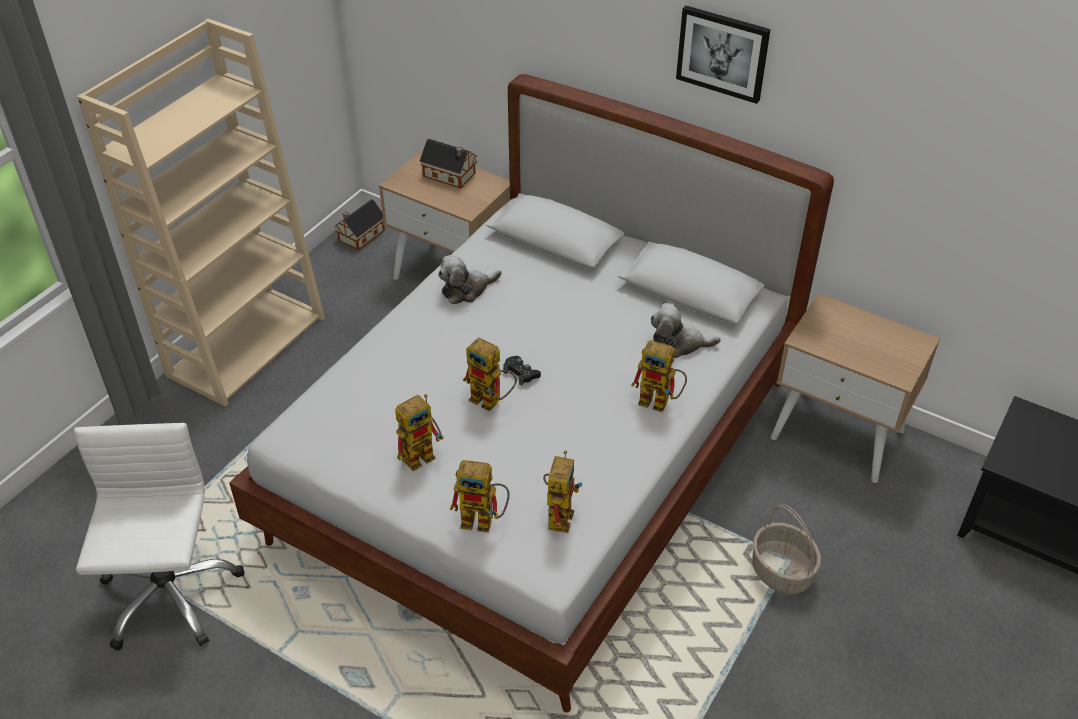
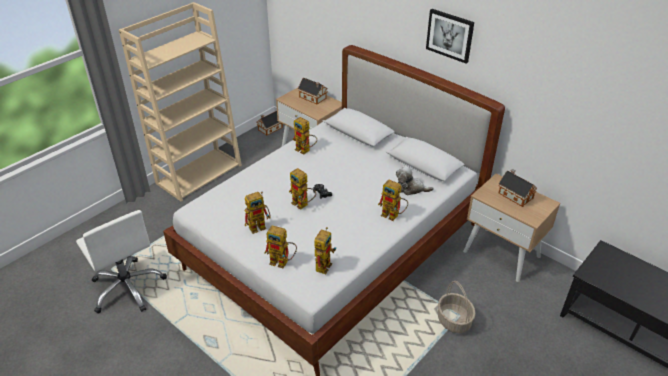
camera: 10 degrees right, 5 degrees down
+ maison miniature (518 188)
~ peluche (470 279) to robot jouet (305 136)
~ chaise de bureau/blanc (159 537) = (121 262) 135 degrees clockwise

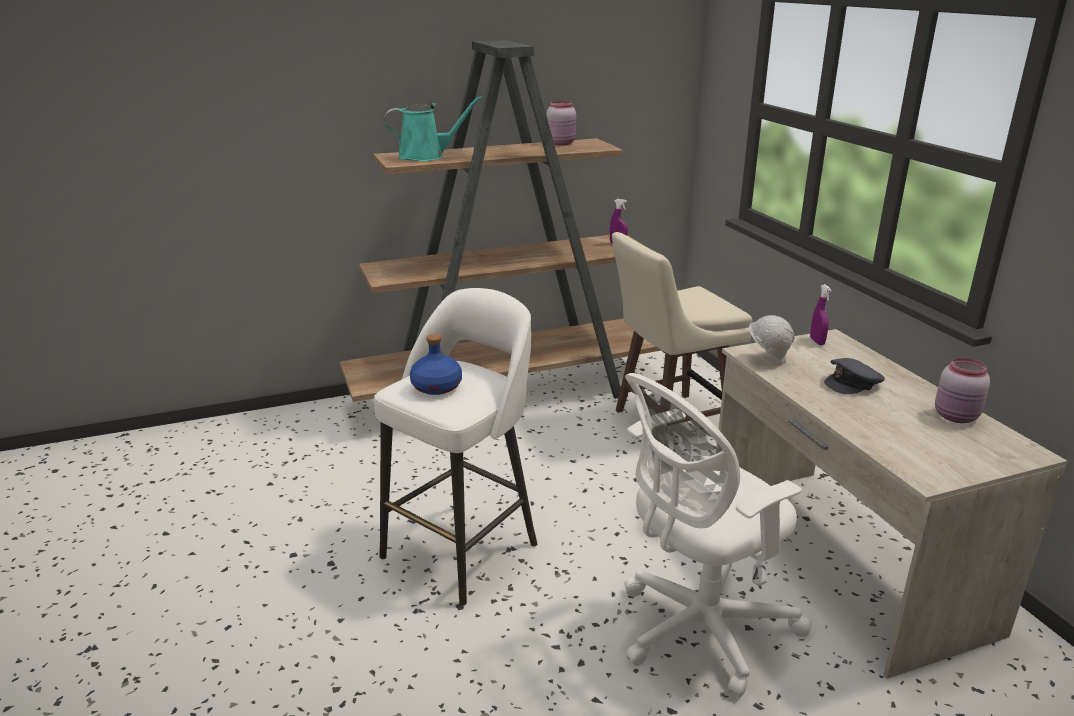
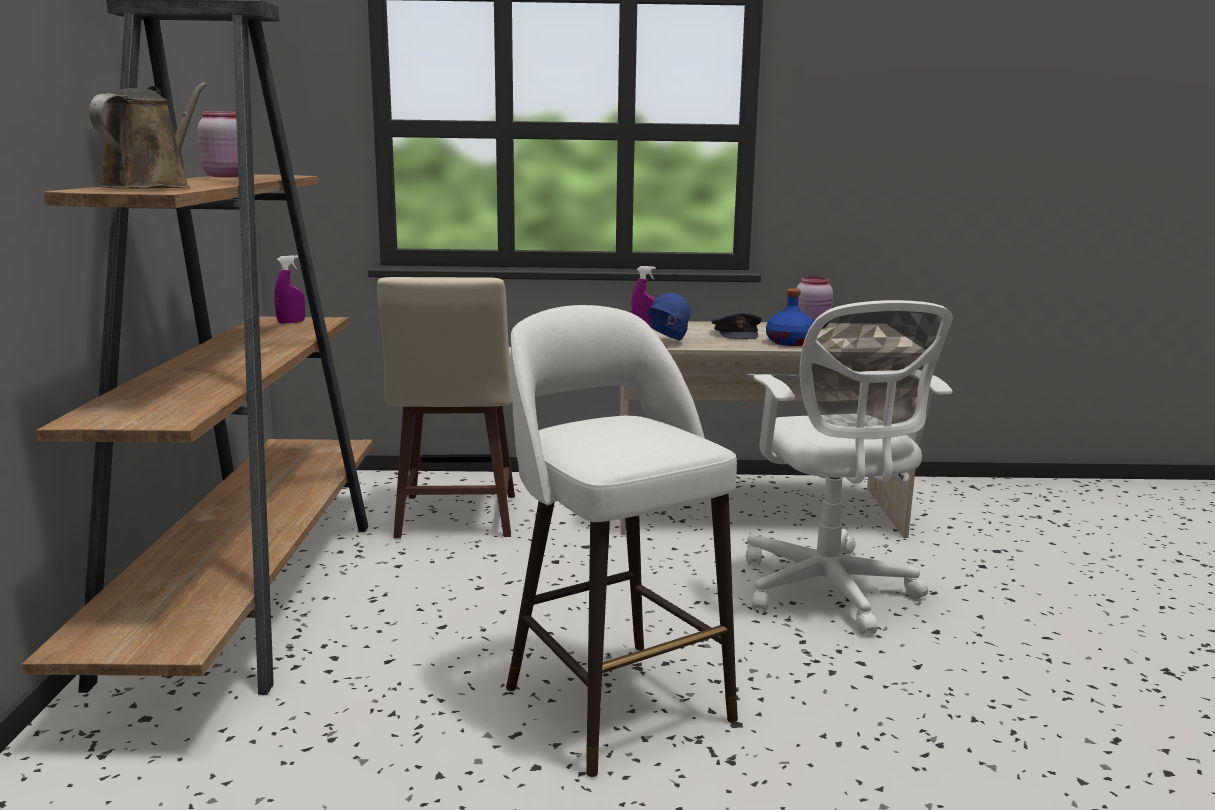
camera: 70 degrees left, 10 degrees down
~ bouteille/bleu (436 364) to (790 317)
~ arrosoir/turquoise (433 128) to arrosoir/marron (148 135)
~ casque de chantier/blanc (772 339) to casque de chantier/bleu (669 317)

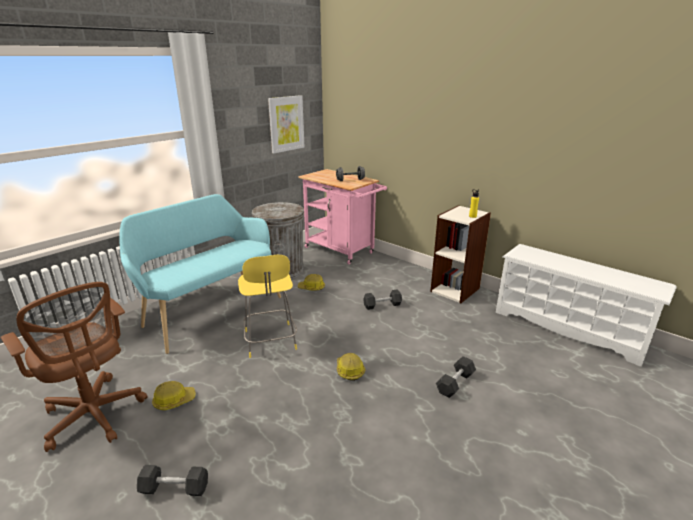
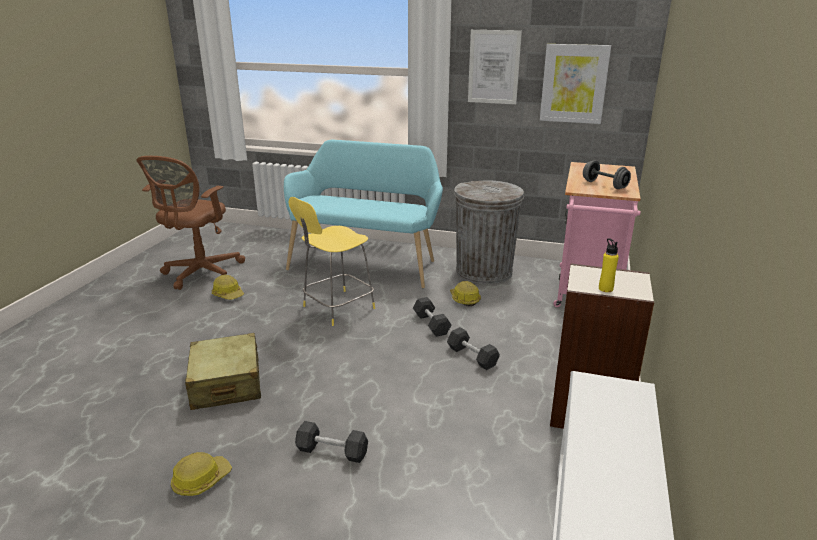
camera: 65 degrees right, 0 degrees up
+ valise/beige (223 371)
+ tableau (495 67)
~ haltère/noir (172 480) to (432 317)
~ casque de chantier (351 367) to (201 474)

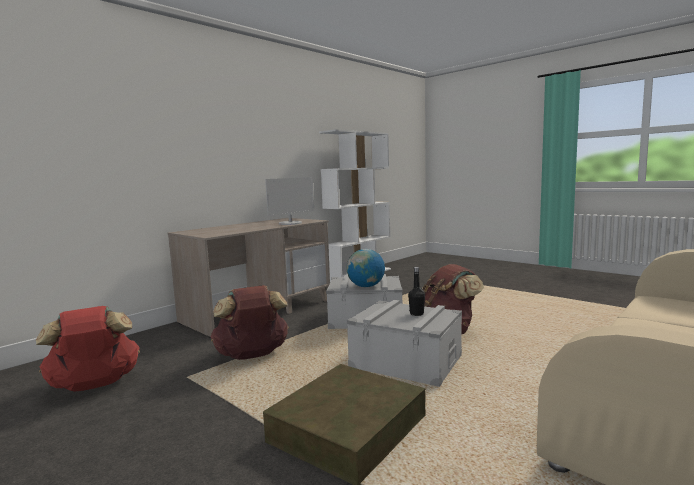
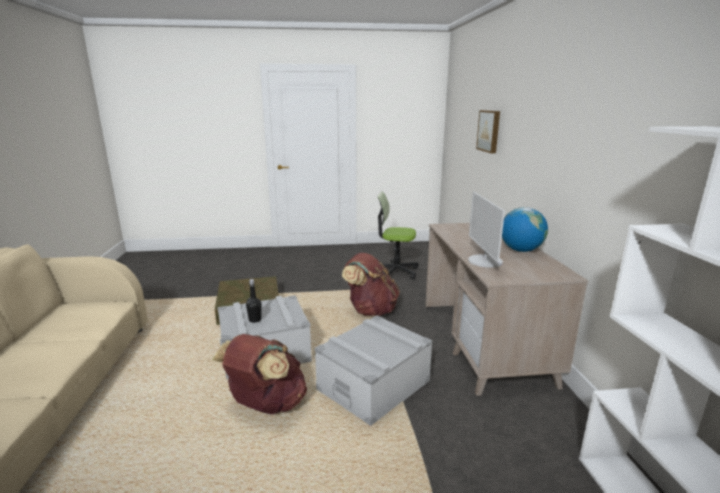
camera: 130 degrees right, 10 degrees up
+ tableau (488 131)
~ globe (366 268) to (525 229)
~ sac à dos/rouge (88 349) to chaise de bureau (397 235)

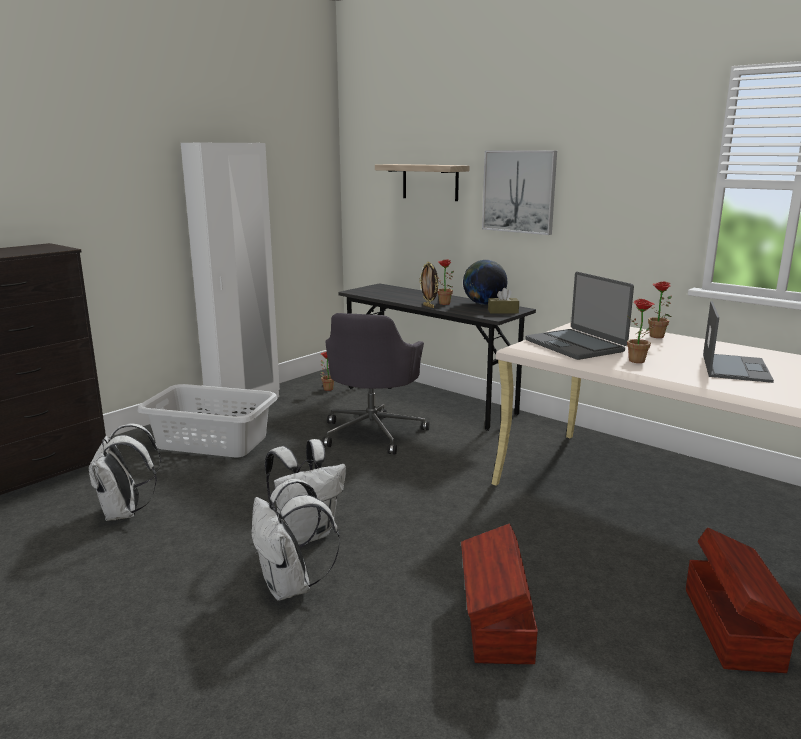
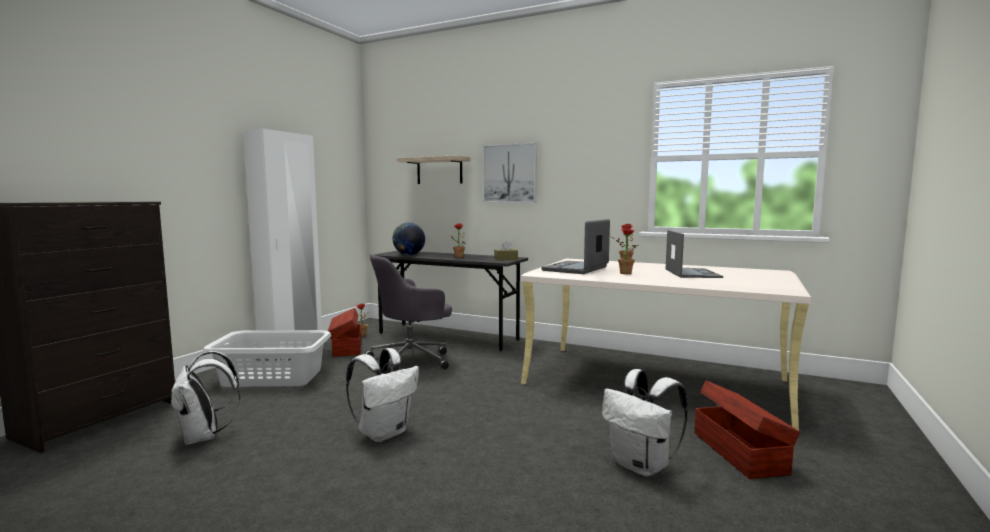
camera: 15 degrees left, 10 degrees down
- cadre photo (428 285)
~ sac à dos/blanc (295 540) to (645 423)
~ boîte de rangement/marron (499 594) to (344 332)
~ globe (485 282) to (408 239)
~ chaise de bureau/gris (376 384) = (408 314) 60 degrees clockwise
~ ordinateur portable (579 316) = (576 246) 75 degrees clockwise

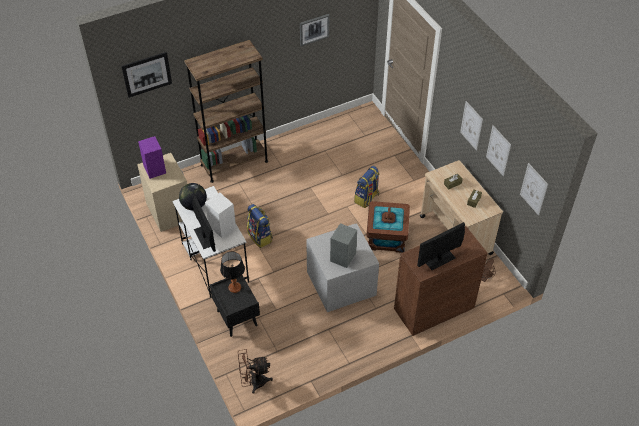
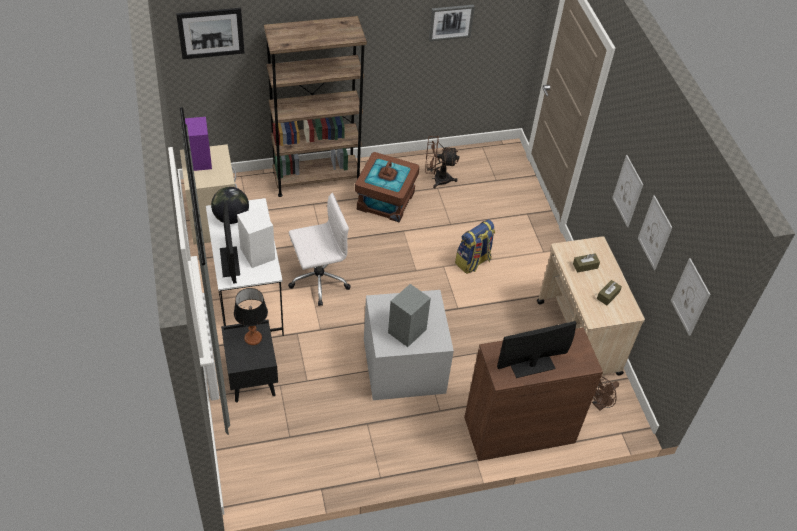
camera: 10 degrees right, 0 degrees up
~ ventilateur/marron (255 371) to (442 162)
~ boîte de rangement/marron (388 227) to (387 187)
~ sac à dos (260 226) to chaise de bureau/blanc (319 249)

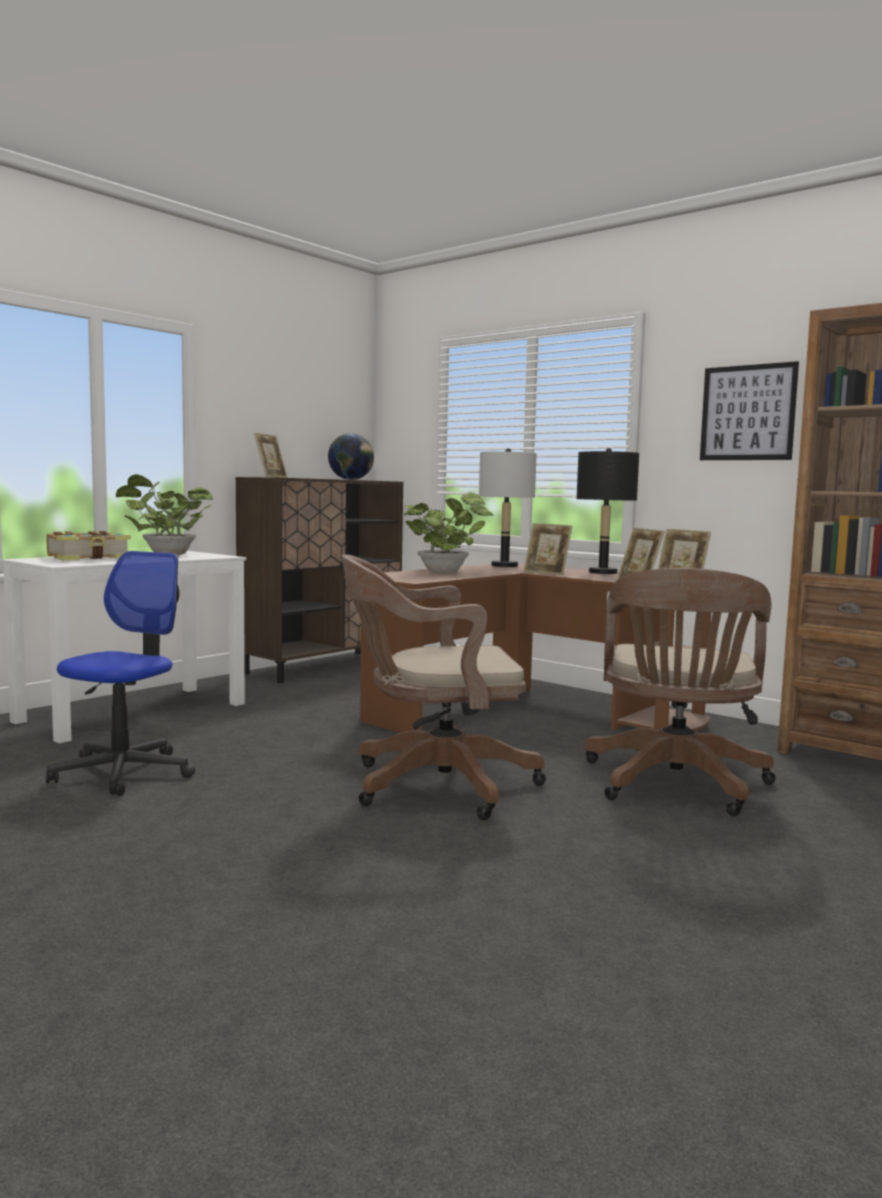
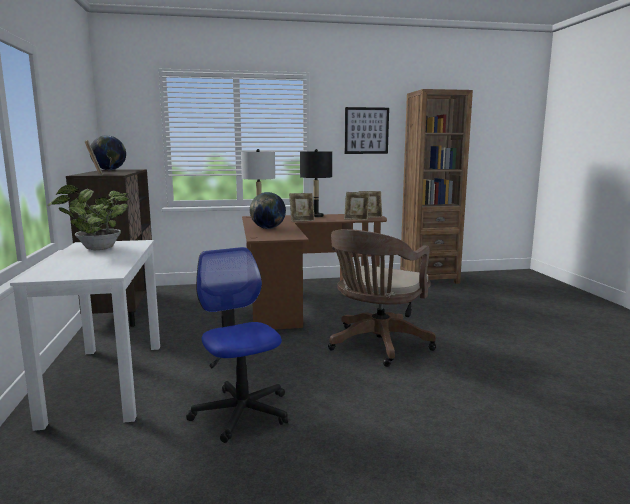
camera: 50 degrees left, 5 degrees up
- livre (89 545)
- chaise de bureau/marron (680 692)
~ plante en pot (449 532) to globe (268 210)

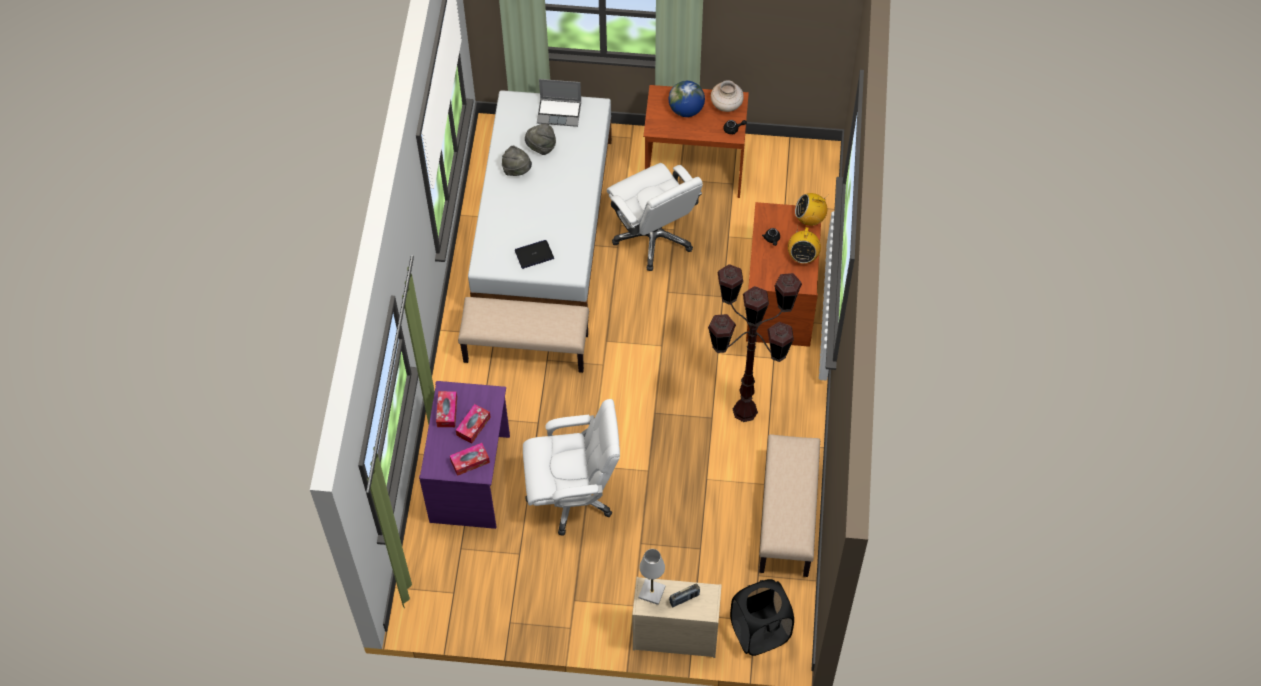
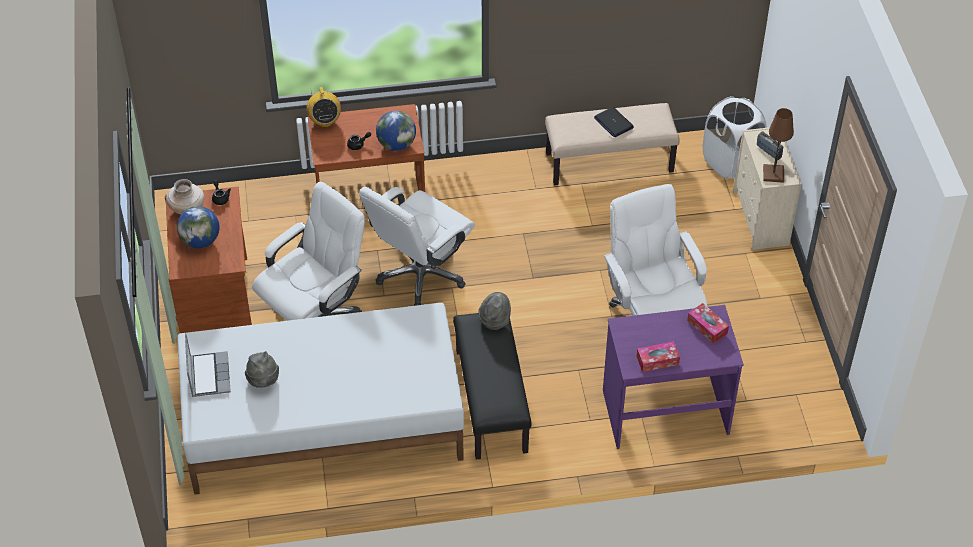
camera: 105 degrees left, 10 degrees down
- boîte à mouchoirs (473 424)
- lampadaire/marron (755 343)
- radio (804 245)
+ chaise de bureau/blanc (417 246)
+ globe (396 131)
~ chapeau/gris (517 161) to (494 311)
~ ordinateur portable (534 254) to (614 122)
~ banc/beige (523 335) to banc/noir (492 386)
~ lampe de table/blanc (652 577) to lampe de table/marron (778 145)
~ panier à linge/noir (762 617) to panier à linge/blanc (735 138)

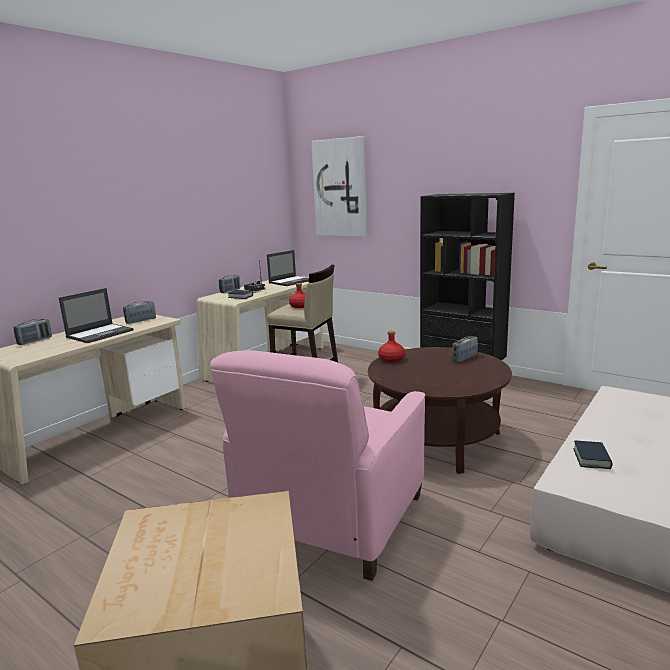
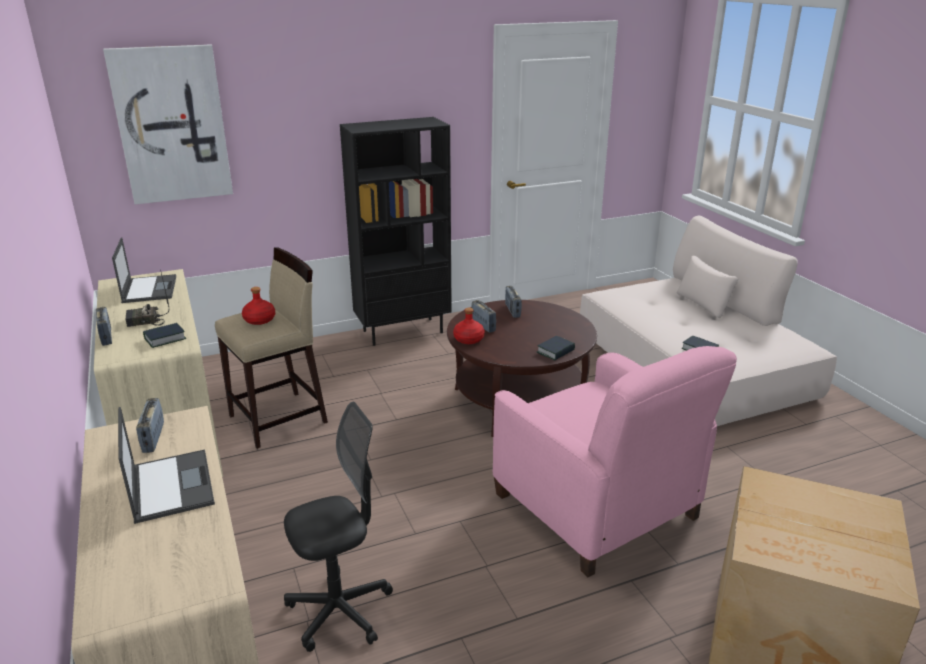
camera: 60 degrees left, 10 degrees up
+ chaise de bureau/noir (338 527)
+ livre (556 348)
~ radio (32 332) to (483 316)

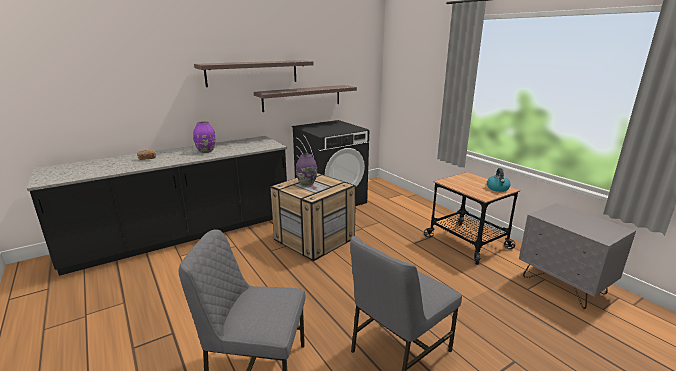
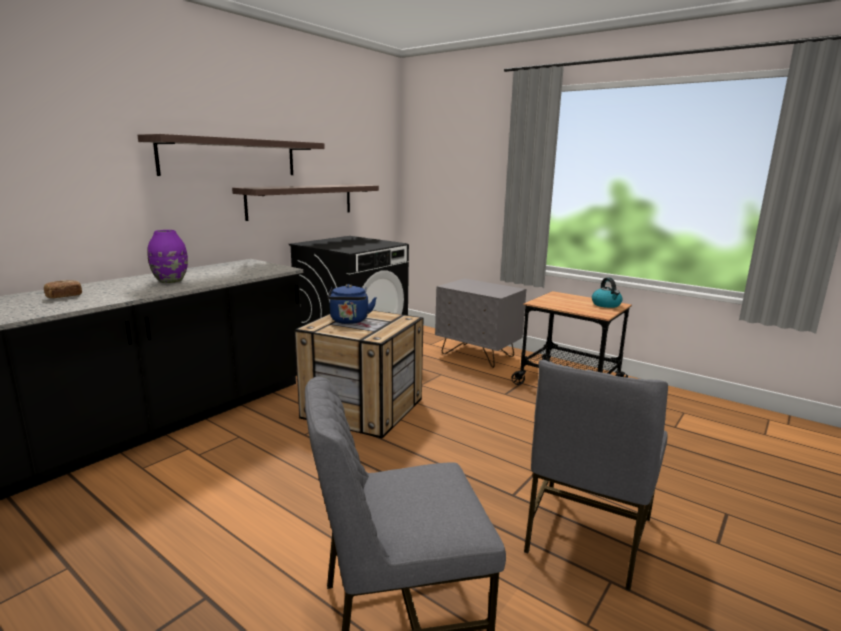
camera: 20 degrees left, 5 degrees down
~ table de chevet/gris (577 256) to (480 323)
~ vase/violet (306 170) to bouilloire/bleu (352 304)

